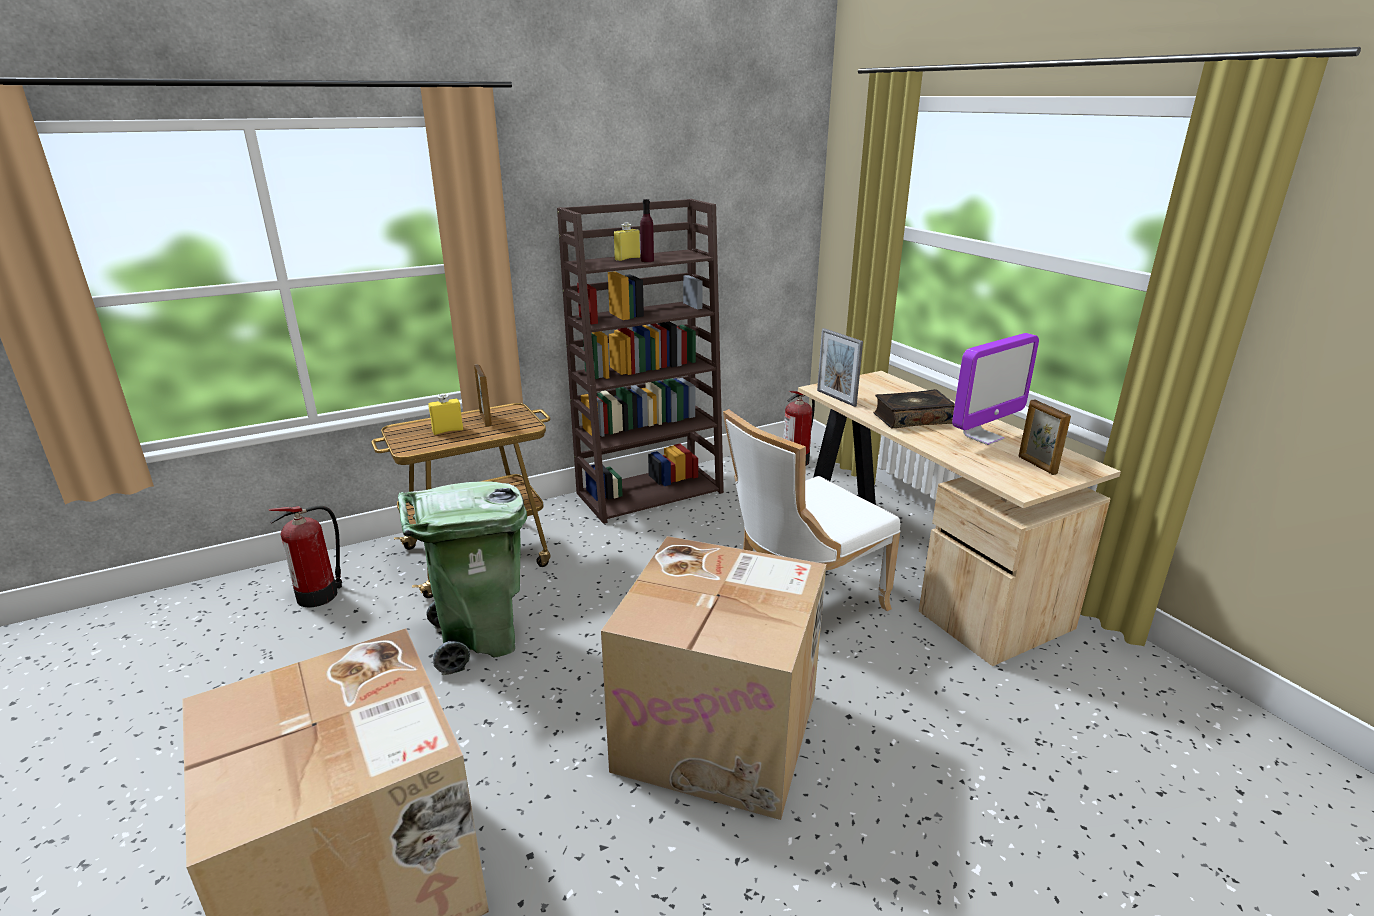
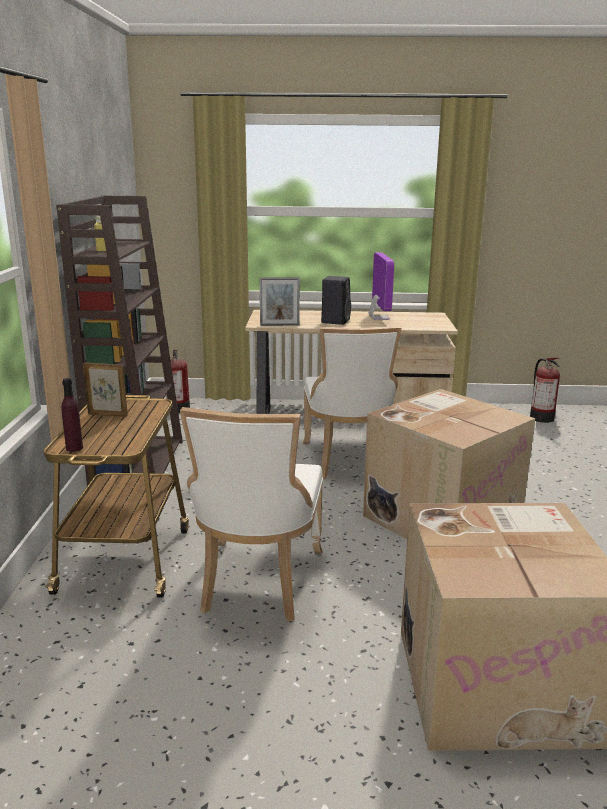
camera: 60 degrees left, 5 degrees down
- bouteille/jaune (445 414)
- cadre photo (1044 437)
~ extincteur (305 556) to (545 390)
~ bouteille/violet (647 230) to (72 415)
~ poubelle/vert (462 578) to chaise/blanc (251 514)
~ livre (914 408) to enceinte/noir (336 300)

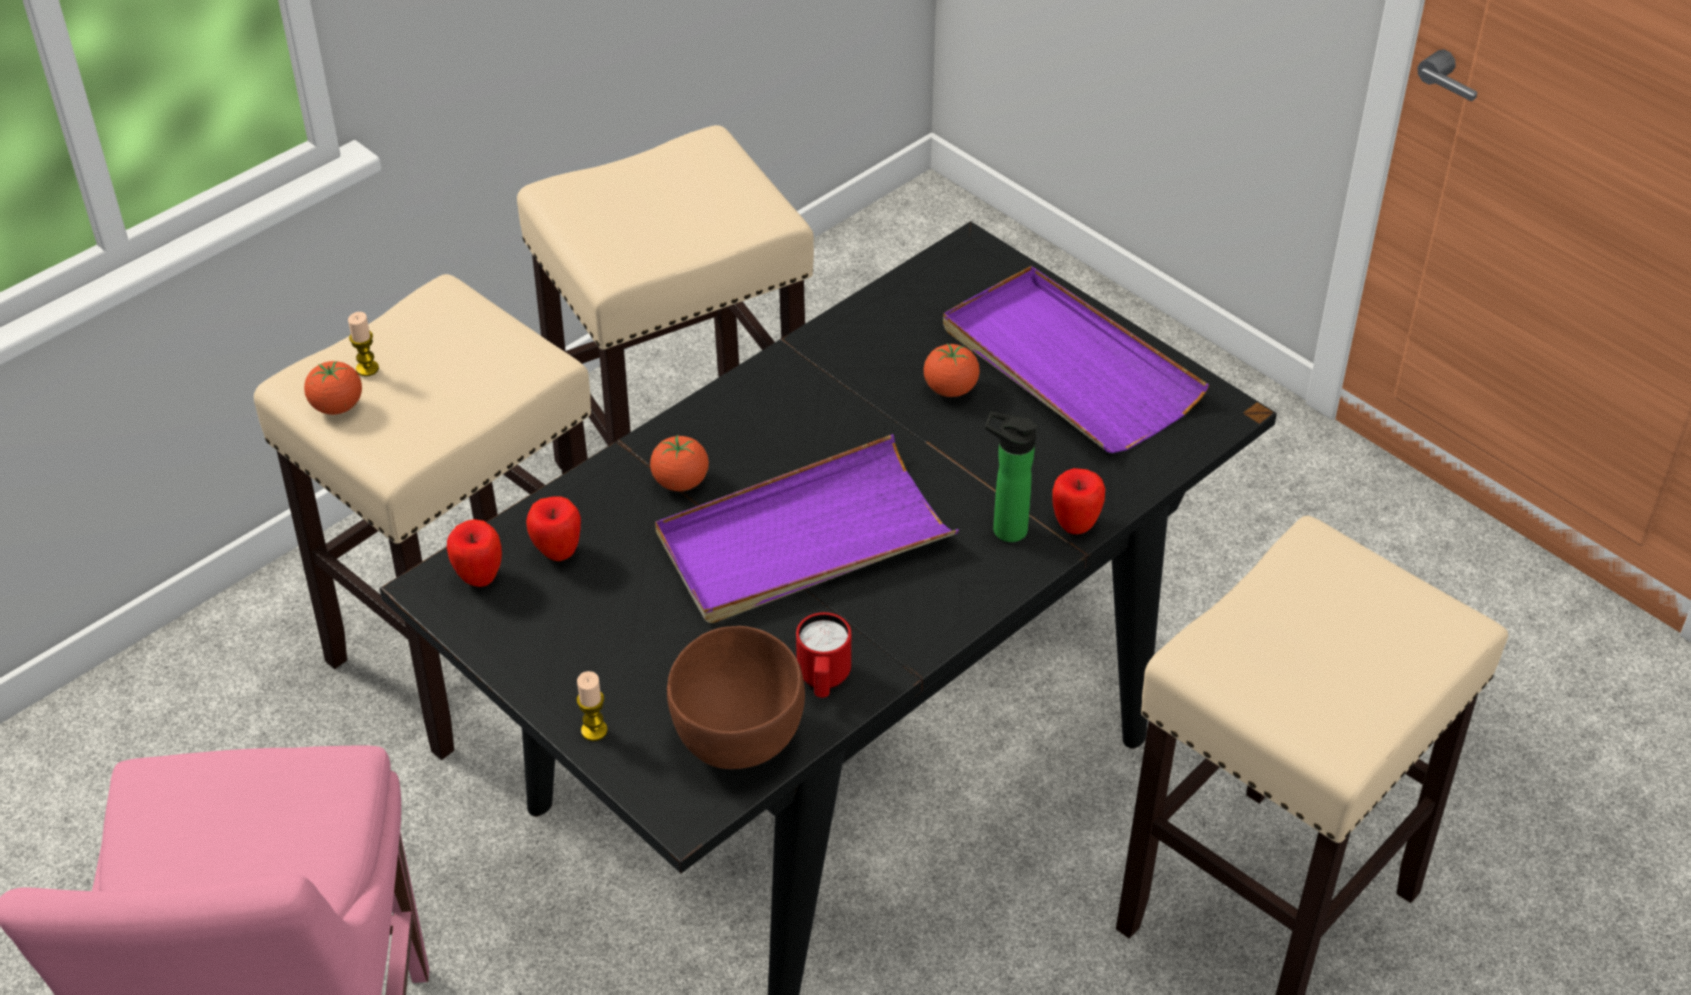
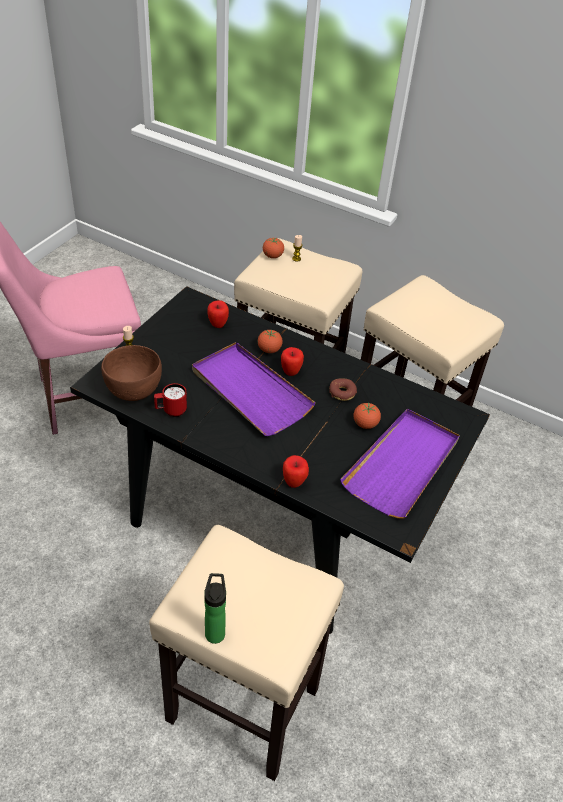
camera: 70 degrees right, 0 degrees up
+ beignet (343 389)
~ pomme (474 553) to (292 361)
~ bouteille (1011 477) to (215 608)

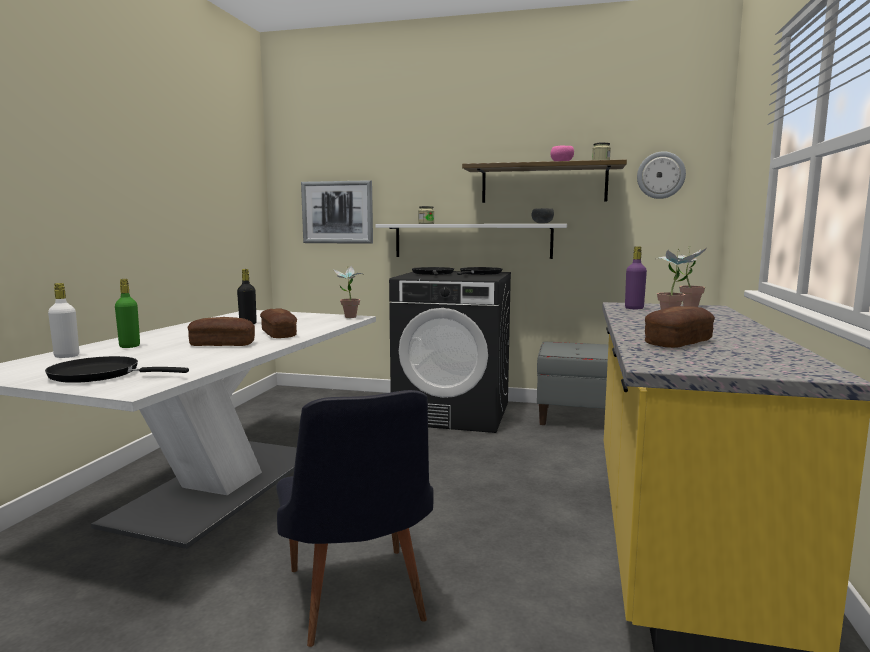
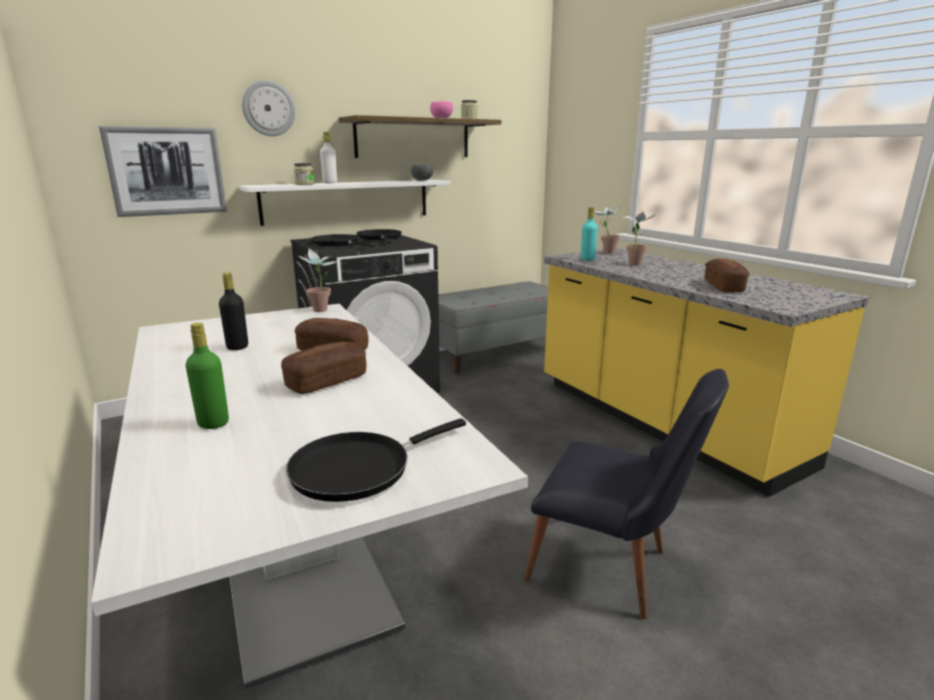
camera: 45 degrees left, 10 degrees up
~ bouteille/blanc (63 320) to (328 157)
~ horloge murale (661 175) to (268 108)
~ bouteille/violet (636 277) to bouteille/turquoise (589 234)

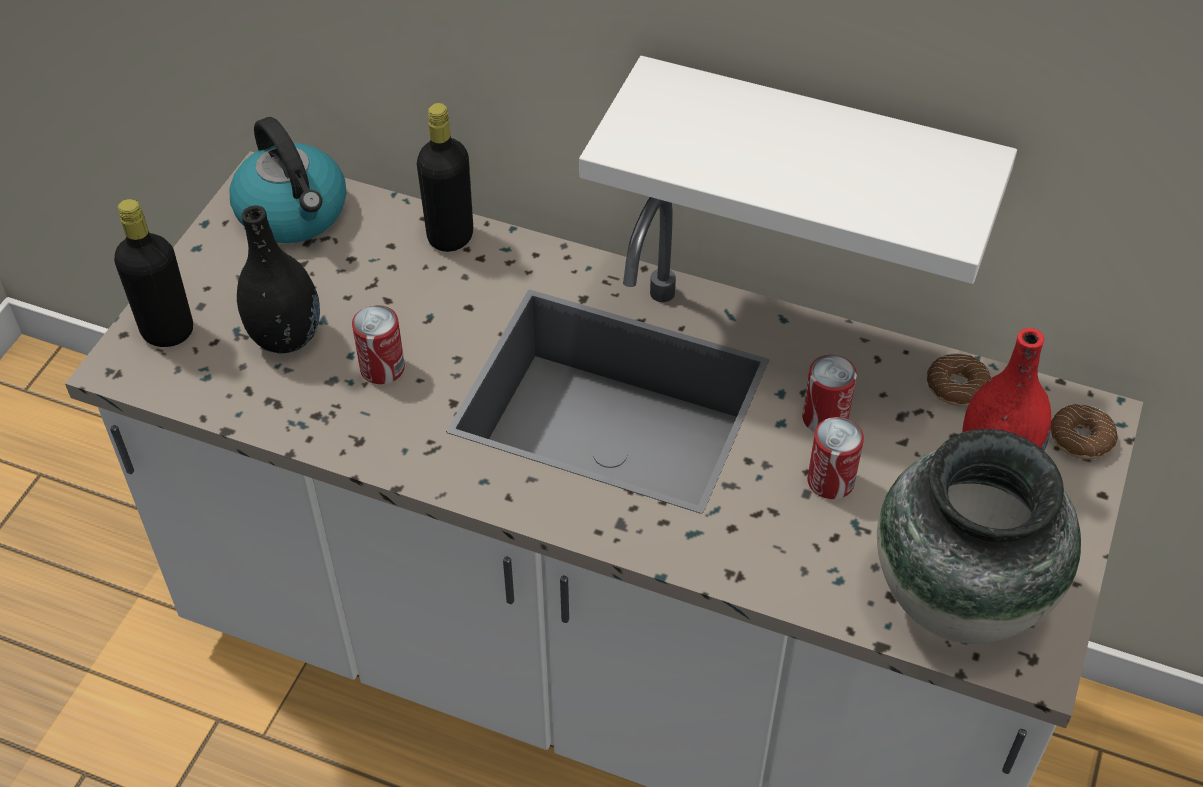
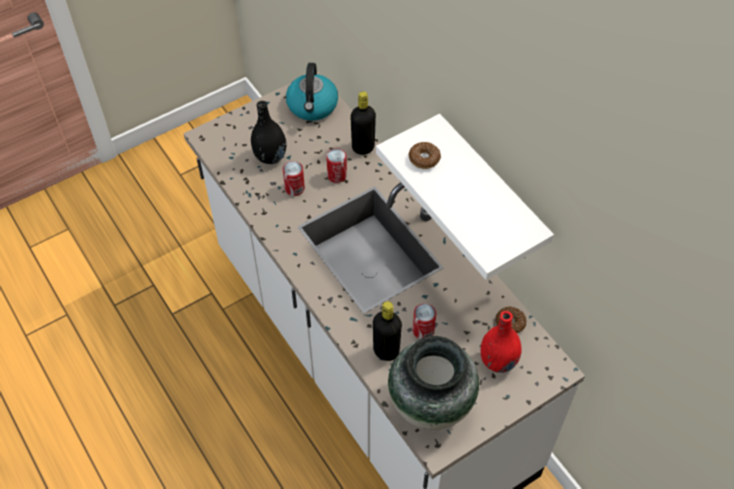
camera: 35 degrees right, 5 degrees up
~ bouteille/noir (153 273) to (387 331)
~ boîte métallique (829 393) to (336 165)
~ beignet (1084 431) to (424 155)

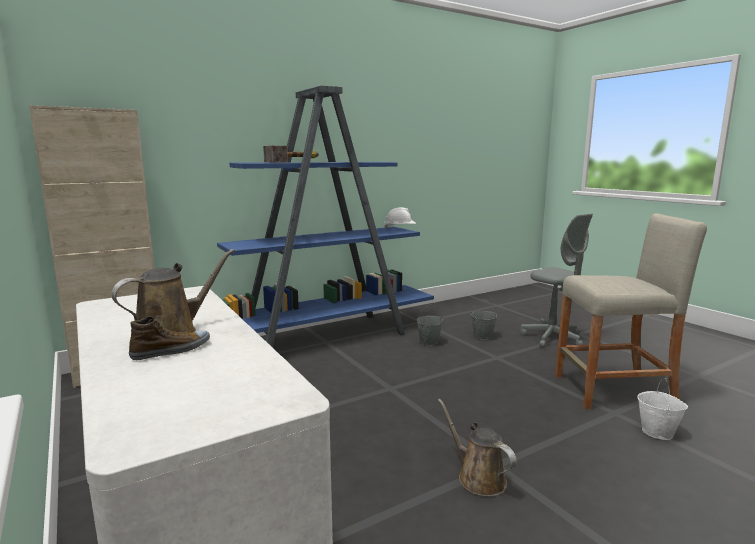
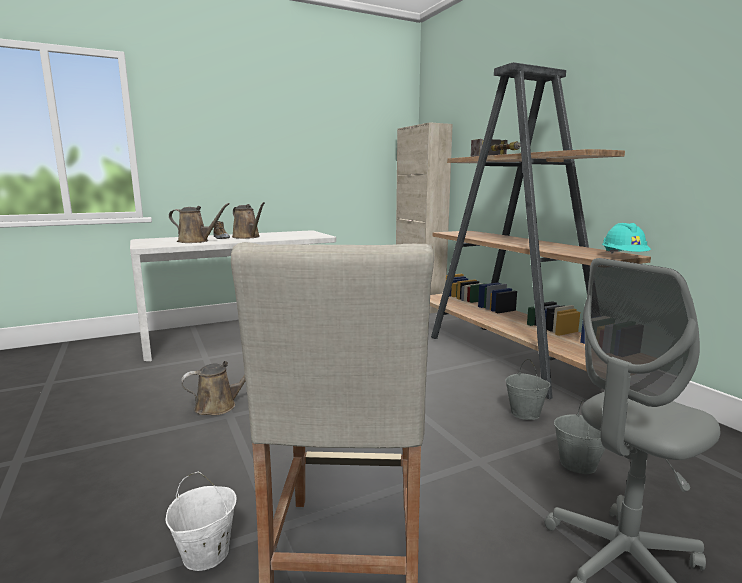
camera: 95 degrees right, 0 degrees up
+ arrosoir/marron (199 223)
~ bibliothèque/bleu (325 217) to bibliothèque/marron (540 230)
~ casque de chantier/blanc (400 218) to casque de chantier/turquoise (626 238)

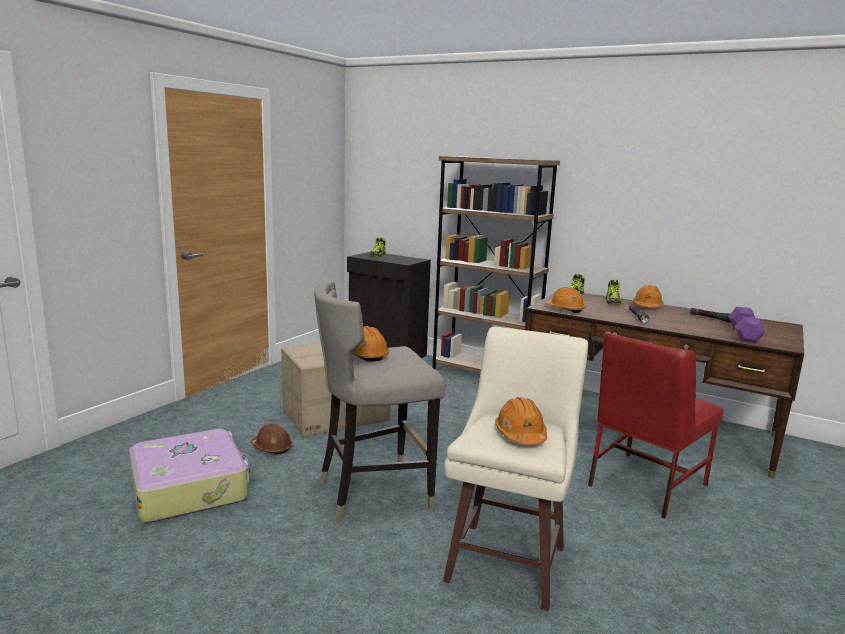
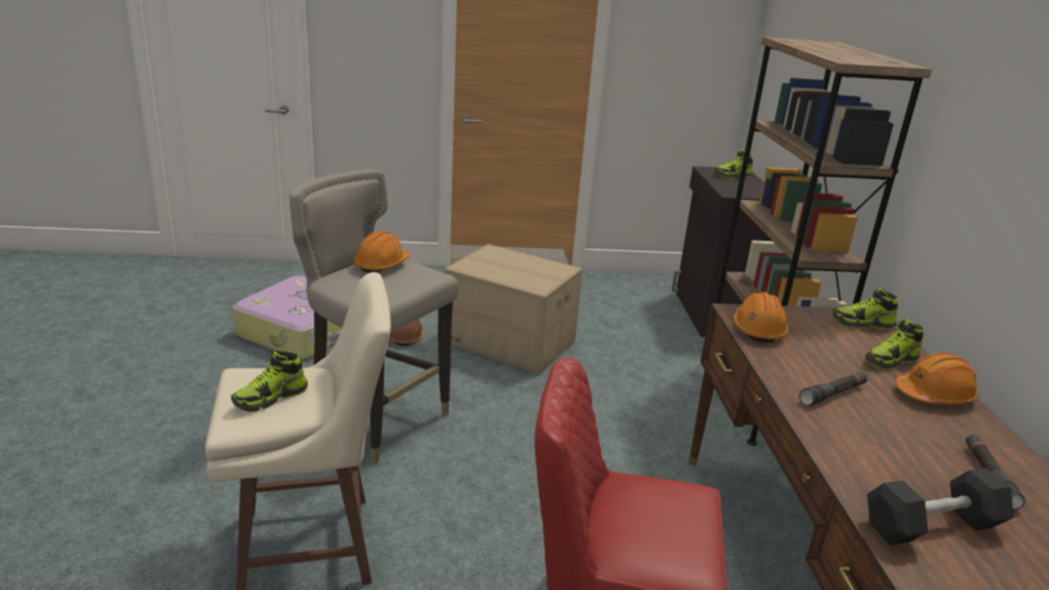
camera: 55 degrees right, 10 degrees up
~ casque de chantier/orange (521 421) to chaussure (269 381)
~ haltère/violet (747 325) to haltère/noir (940 506)

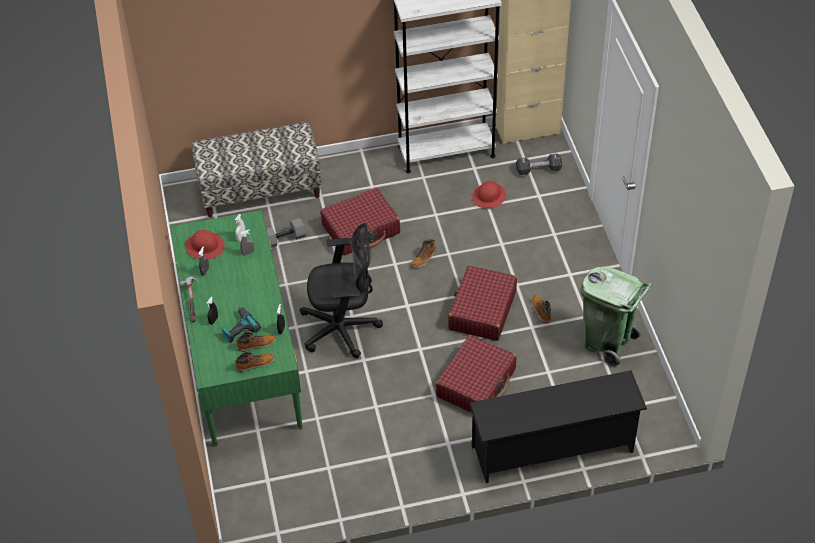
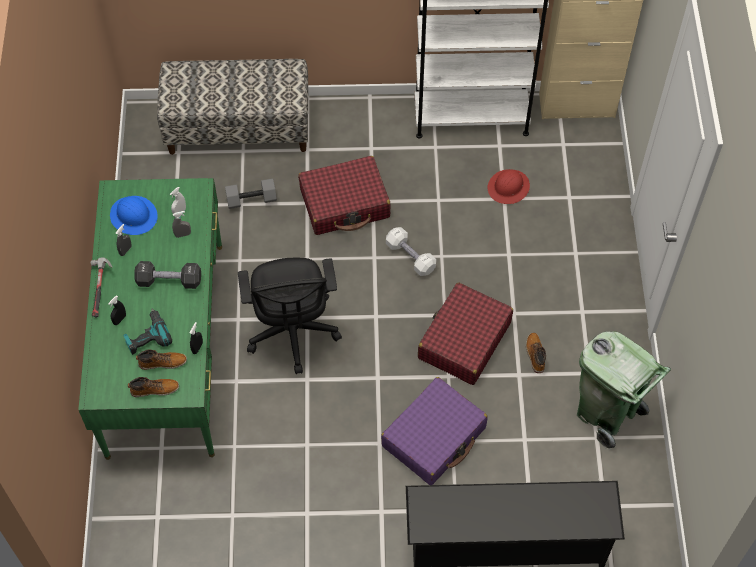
camera: 10 degrees right, 10 degrees up
~ haltère/noir (539 164) to (167 275)
~ botte (423 253) to haltère/blanc (411 251)
~ casque de chantier/rouge (205 245) to casque de chantier/bleu (134 215)
~ valise/rouge (476 374) to valise/violet (434 431)
~ chaise de bureau/noir (341 290) = (290 316) 75 degrees clockwise

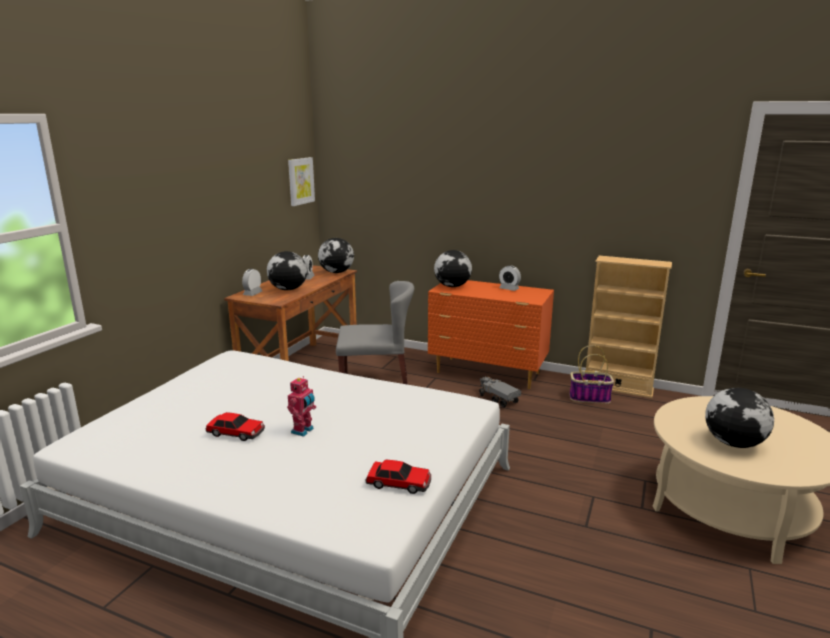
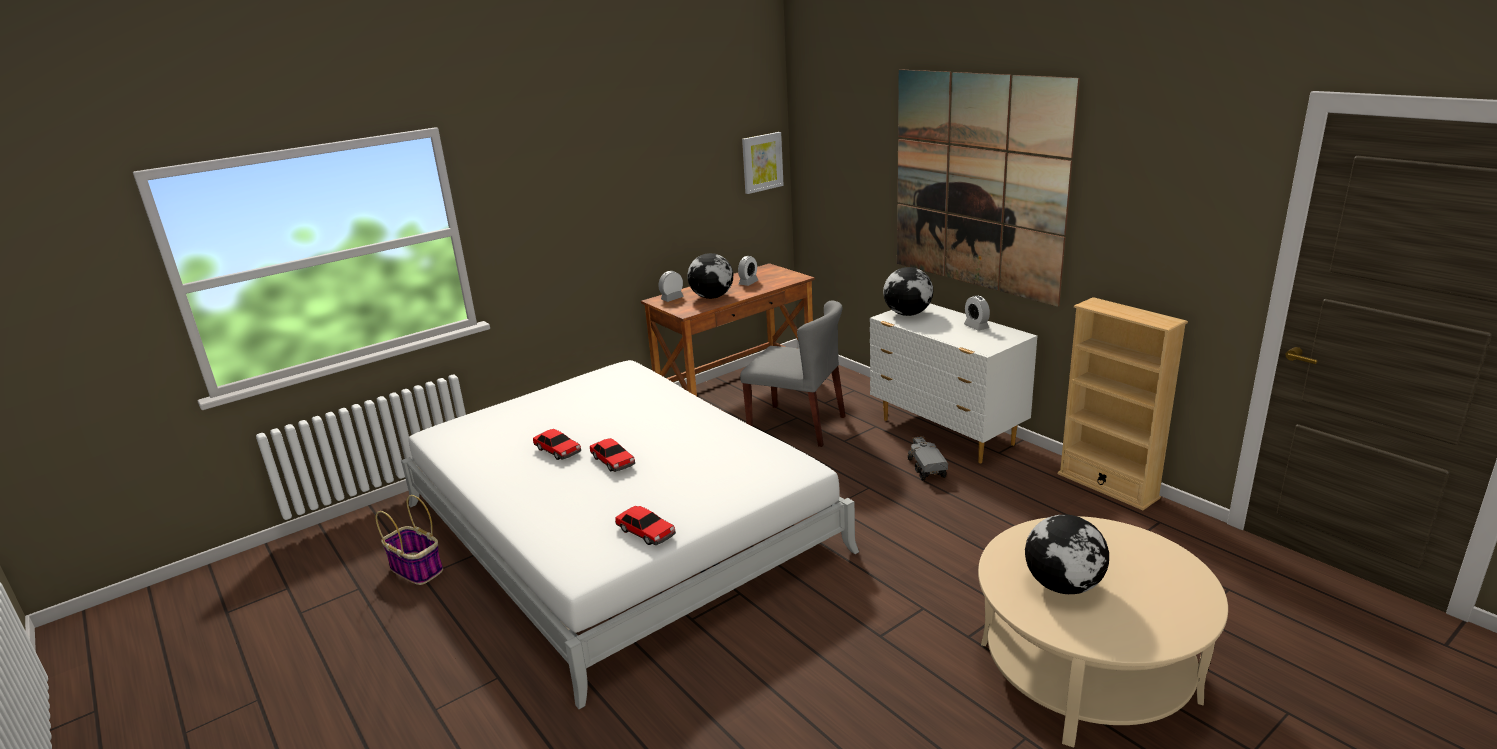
camera: 30 degrees right, 5 degrees up
- globe (336 255)
+ tableau (988 188)
~ panier (591 374) to (409 540)
~ robot jouet (301 406) to petite voiture (612 455)
~ commode/orange (491 334) to commode/blanc (953 383)

